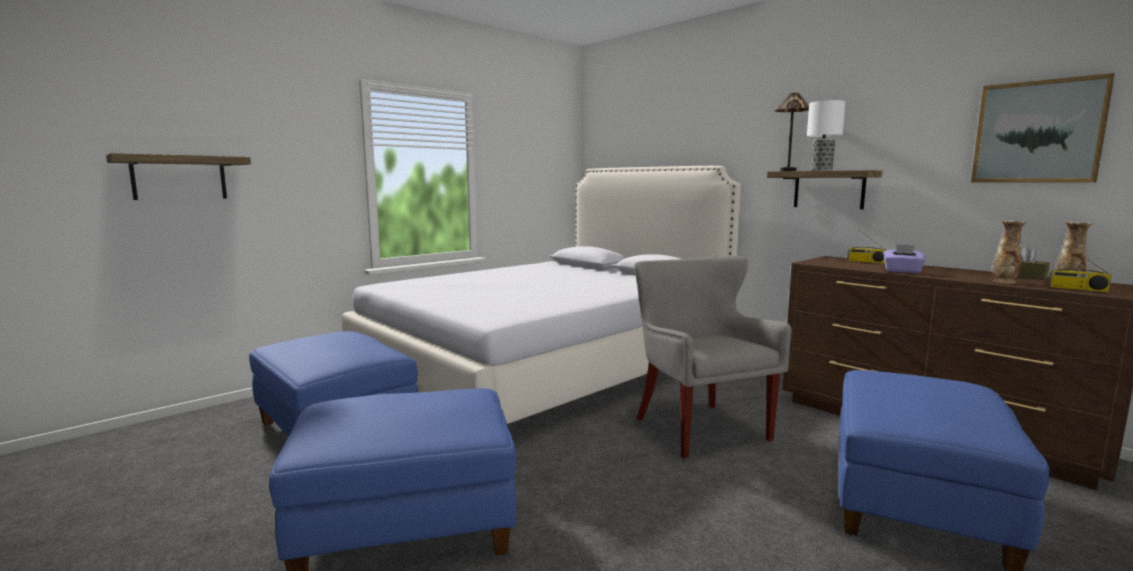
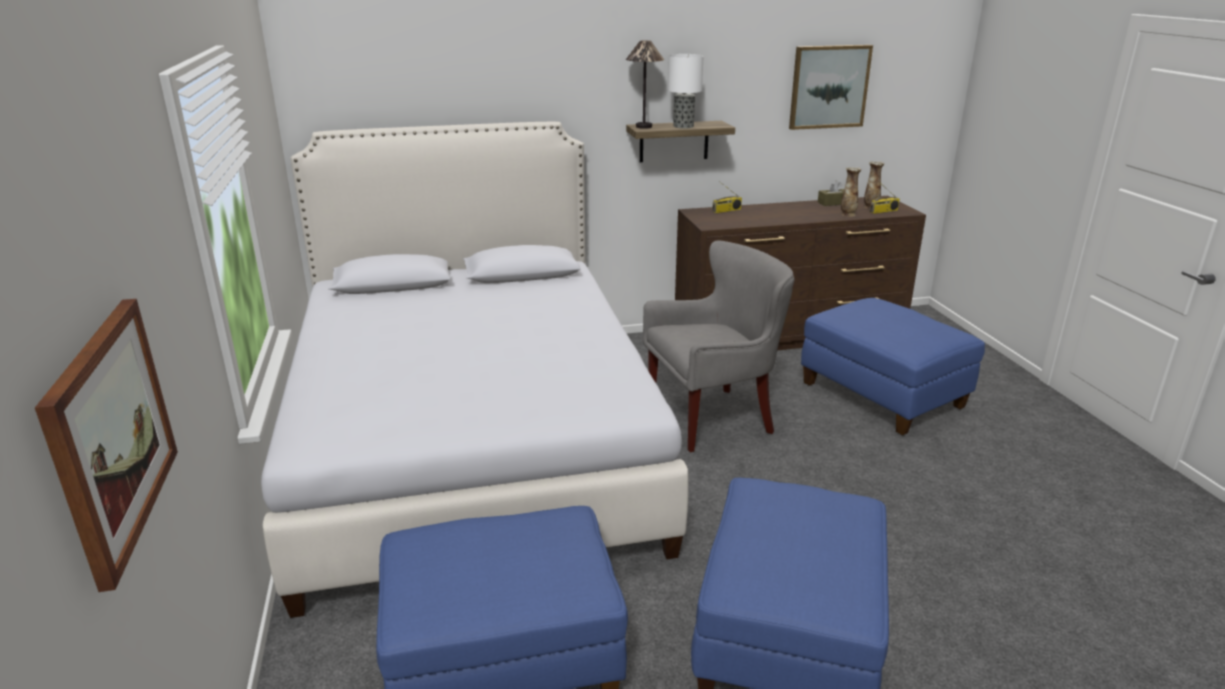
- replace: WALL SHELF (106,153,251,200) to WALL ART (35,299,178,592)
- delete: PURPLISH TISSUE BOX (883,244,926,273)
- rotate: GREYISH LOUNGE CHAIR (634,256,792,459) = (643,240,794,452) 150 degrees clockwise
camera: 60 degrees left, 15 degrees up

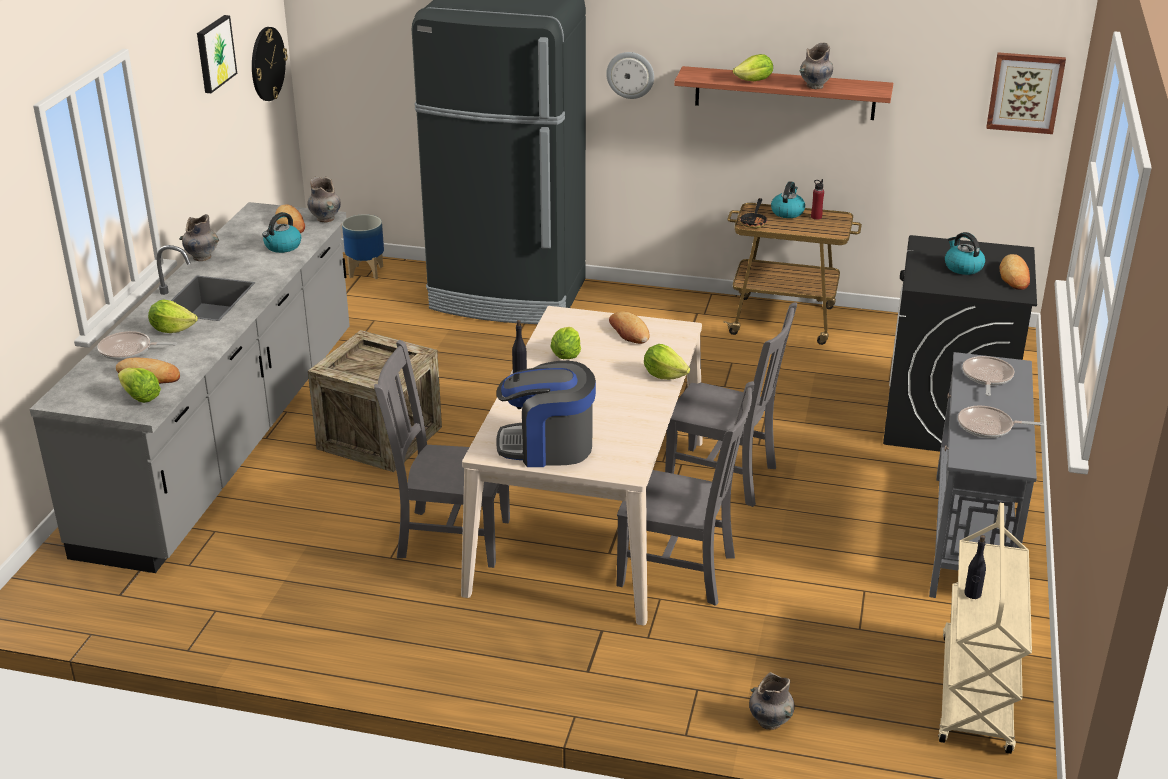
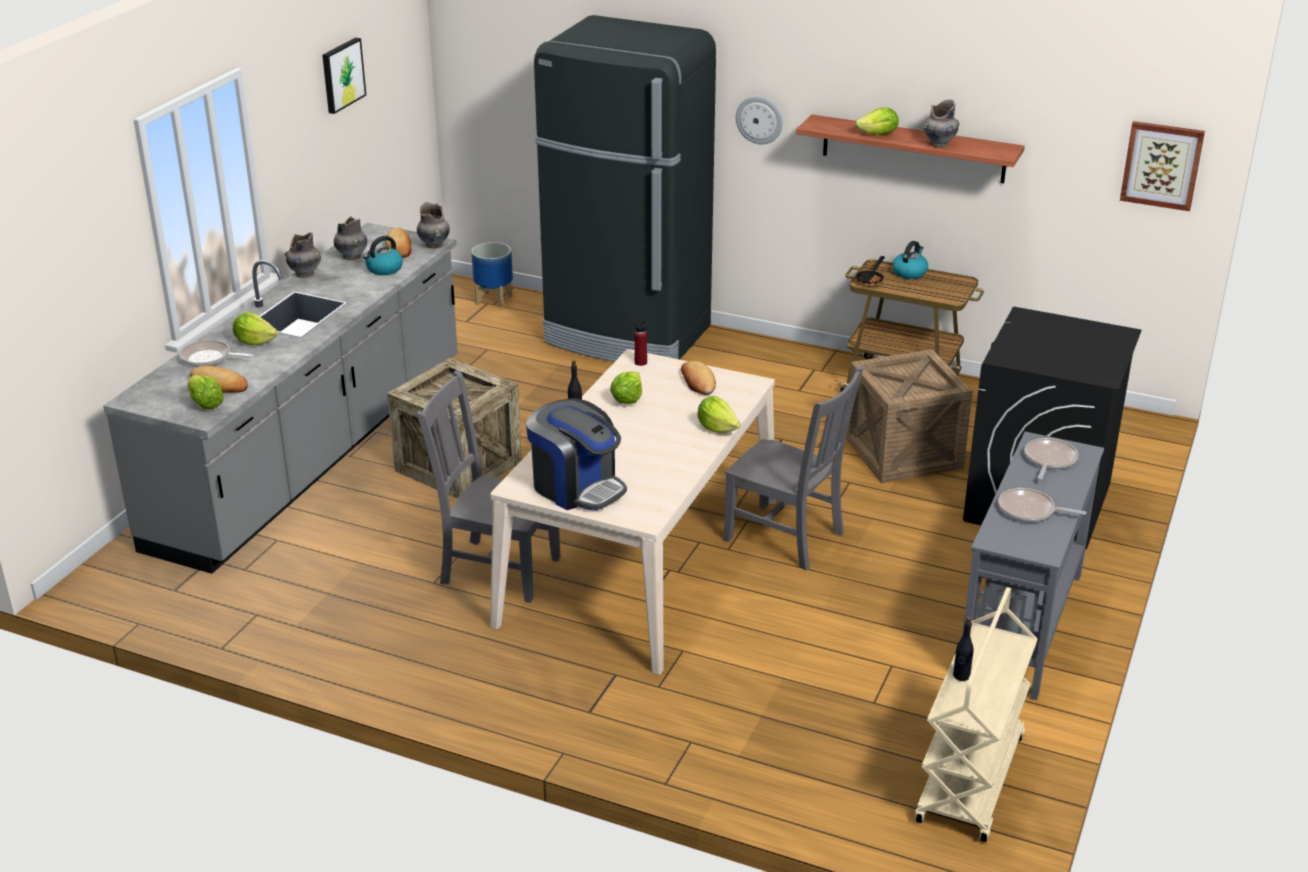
- delete: WALL CLOCK (252,27,288,101)
- move: RED-COLOURED BEVERAGE BOTTLE (811,179,824,220) to (634,320,647,366)
- delete: TEA KETTLE (945,232,985,275)
- delete: BREAD (999,254,1030,290)
- rotate: COFFEE BREWER (496,361,596,467) = (526,398,627,510) 150 degrees counterclockwise
- delete: GREYISH CHAIR (616,381,755,606)
- move: GREYISH VASE (749,672,795,730) to (334,216,367,260)
- insert: PACKING CRATE (845,349,973,483)
camera: 10 degrees right, 0 degrees up

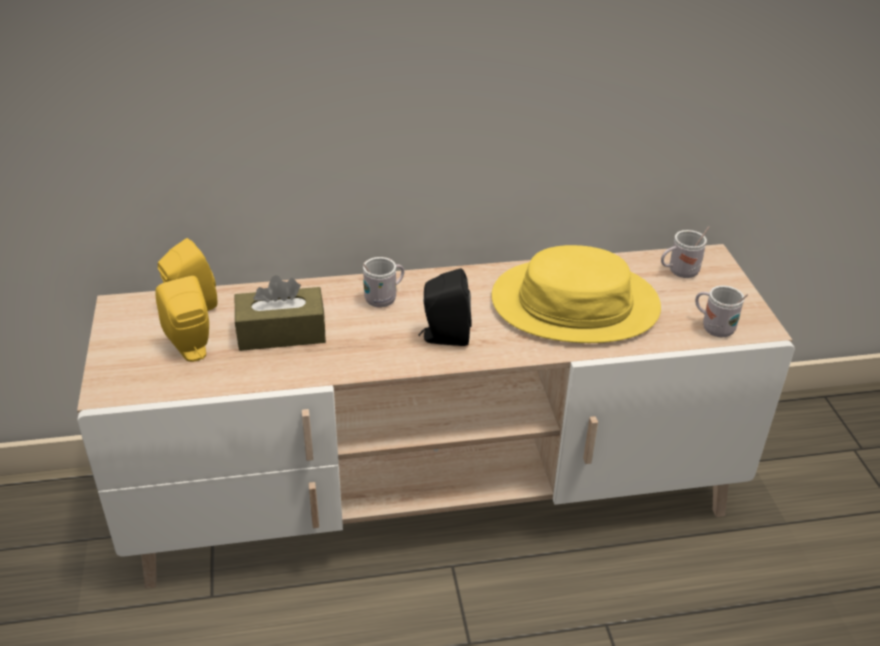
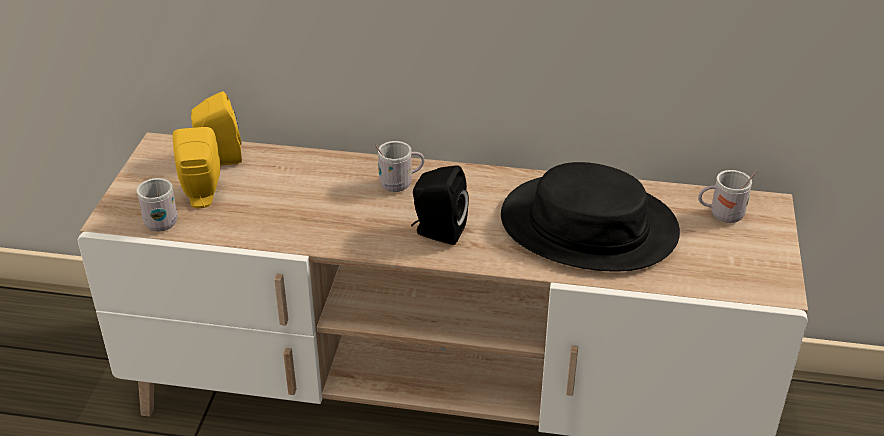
- recolor: YELLOW WEARABLE HAT (491,245,661,343) to BLACK WEARABLE HAT (501,162,680,272)
- delete: BROWN-COLOURED TISSUE BOX (235,275,326,351)
- move: WHITISH COFFEE MUG (695,285,748,337) to (136,178,178,232)
camera: 20 degrees right, 0 degrees up

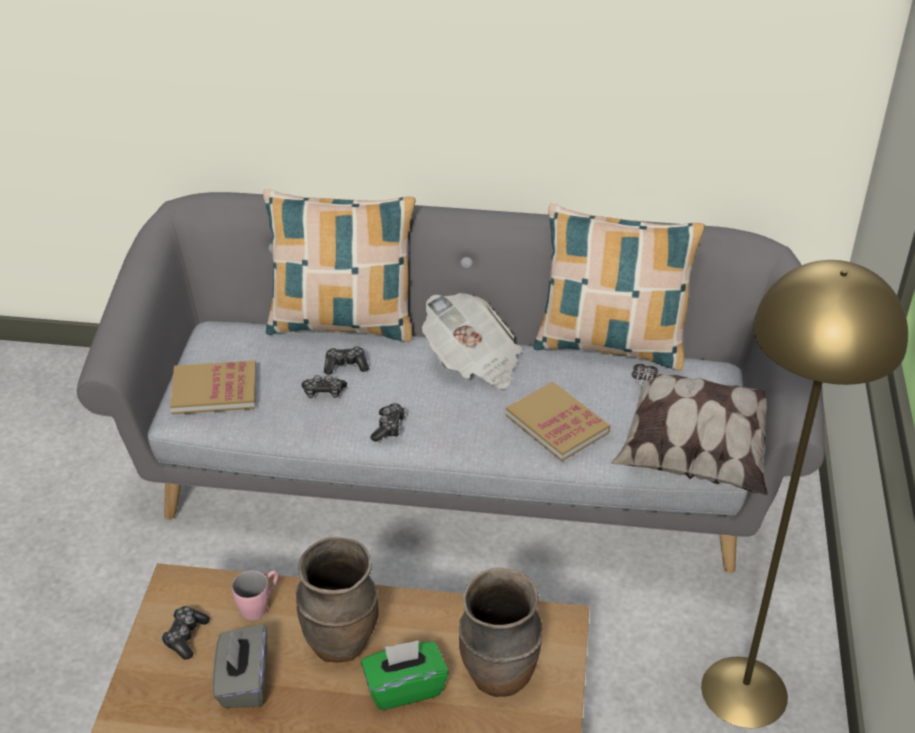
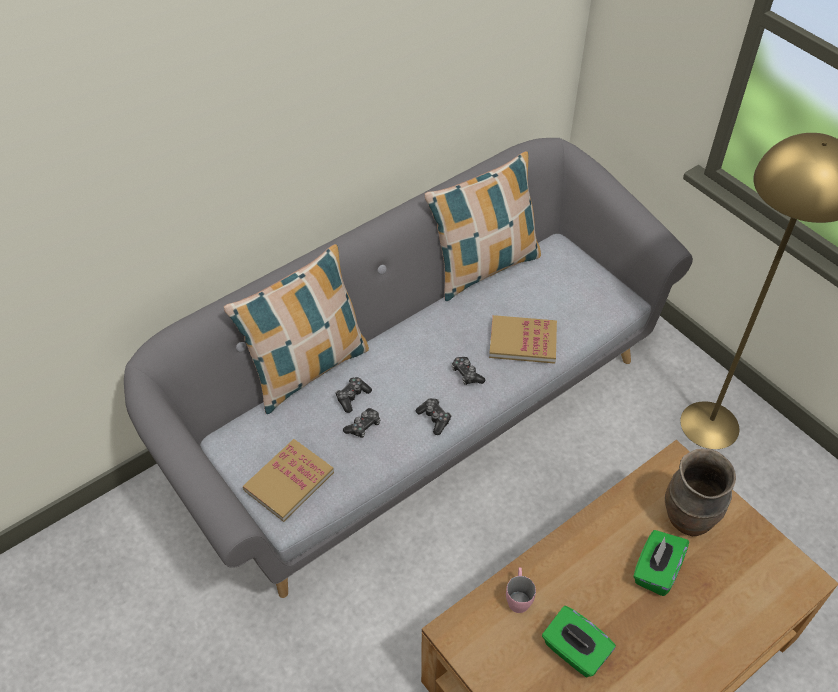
- delete: PRINTED PAPER (422,293,522,389)
- delete: CUSHION (611,364,768,495)
- delete: BROWN-COLOURED VASE (295,537,378,662)
- move: GAMEPAD (161,606,210,659) to (451,357,485,385)
- recolor: GREYISH TISSUE BOX (212,624,268,708) to GREEN-COLOURED TISSUE BOX (542,606,616,678)
camera: 45 degrees left, 10 degrees up

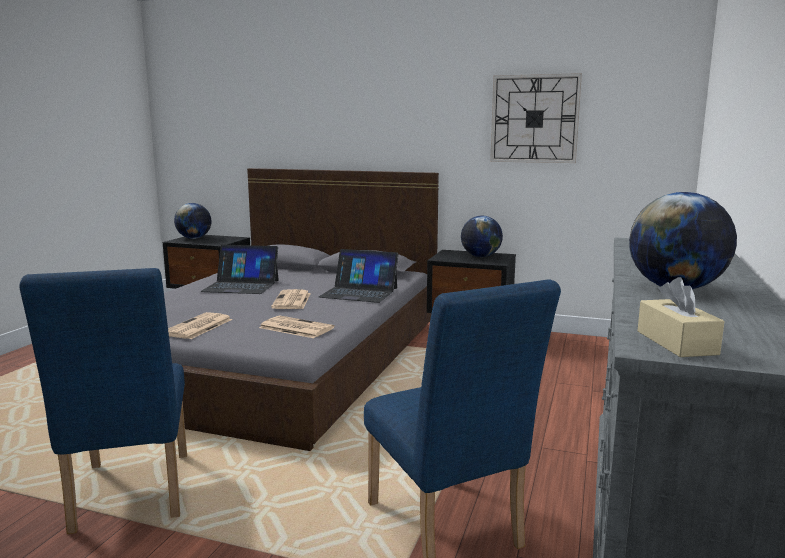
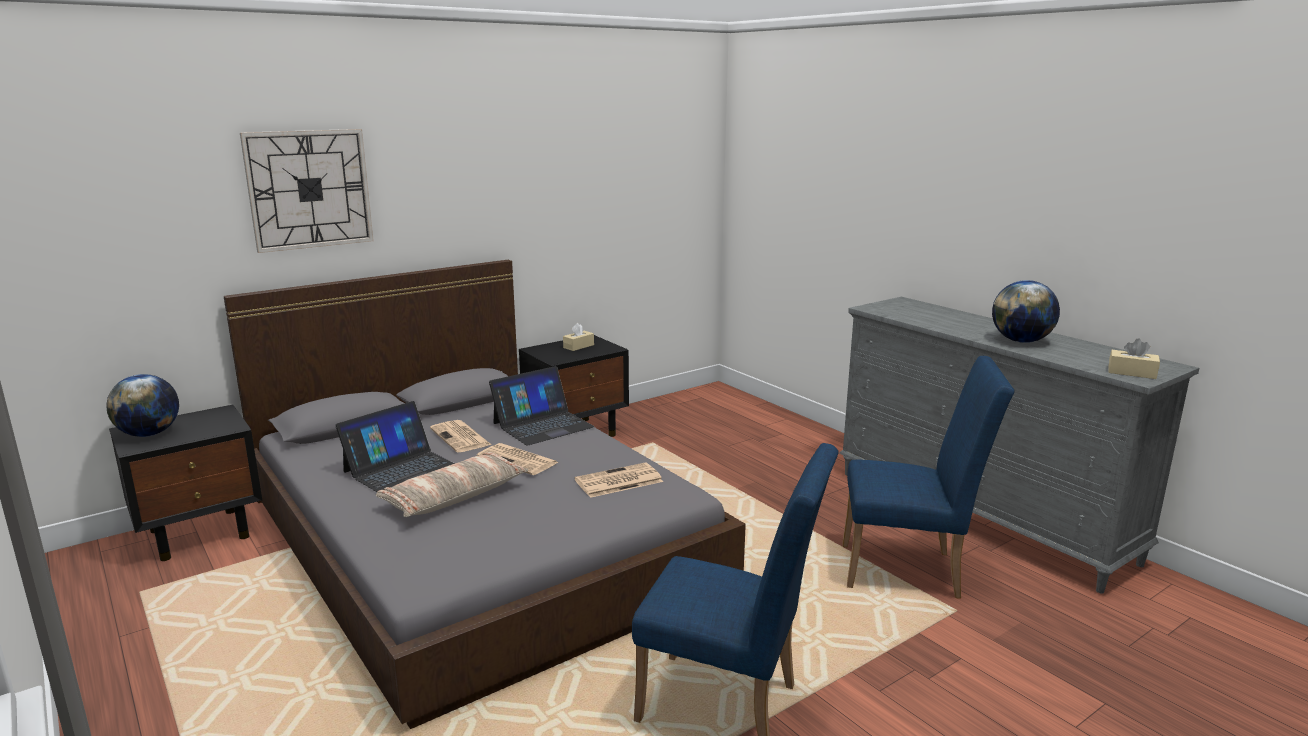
- move: WALL CLOCK (490,73,582,163) to (240,129,374,253)
- replace: DESK GLOBE (461,216,503,257) to BEIGE-COLOURED TISSUE BOX (563,323,594,351)
- move: PRINTED PAPER (168,312,233,339) to (430,420,492,452)
- insert: CUSHION (376,452,528,517)
camera: 55 degrees left, 5 degrees up

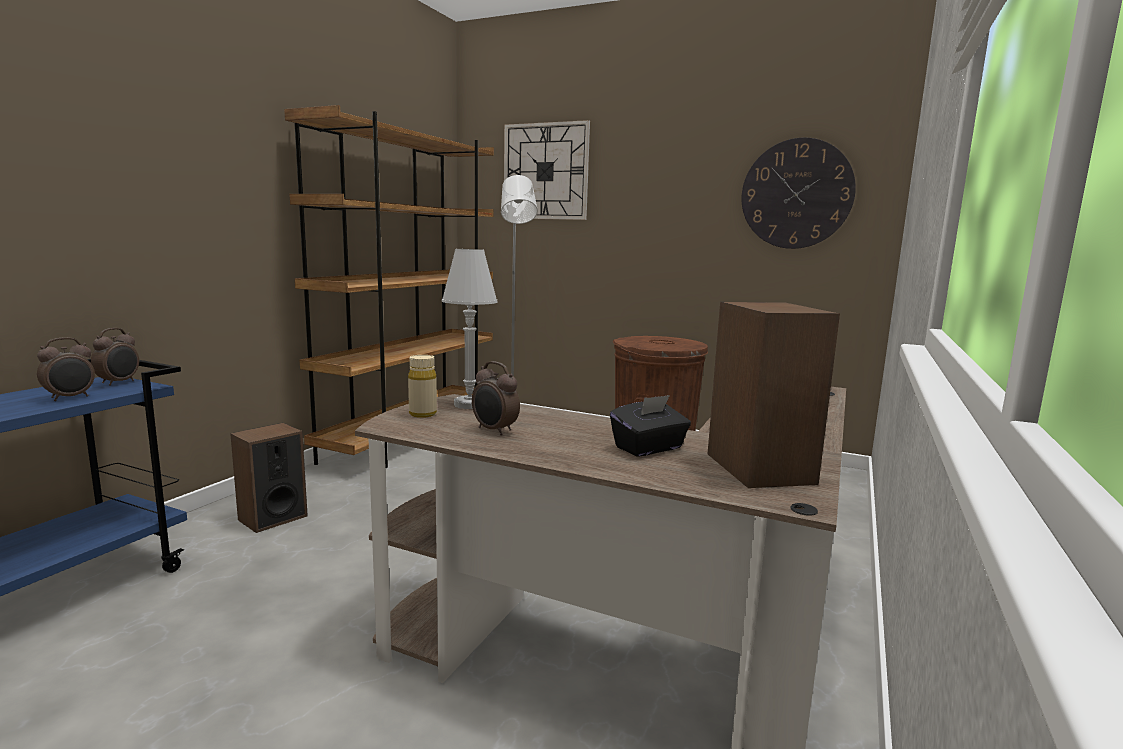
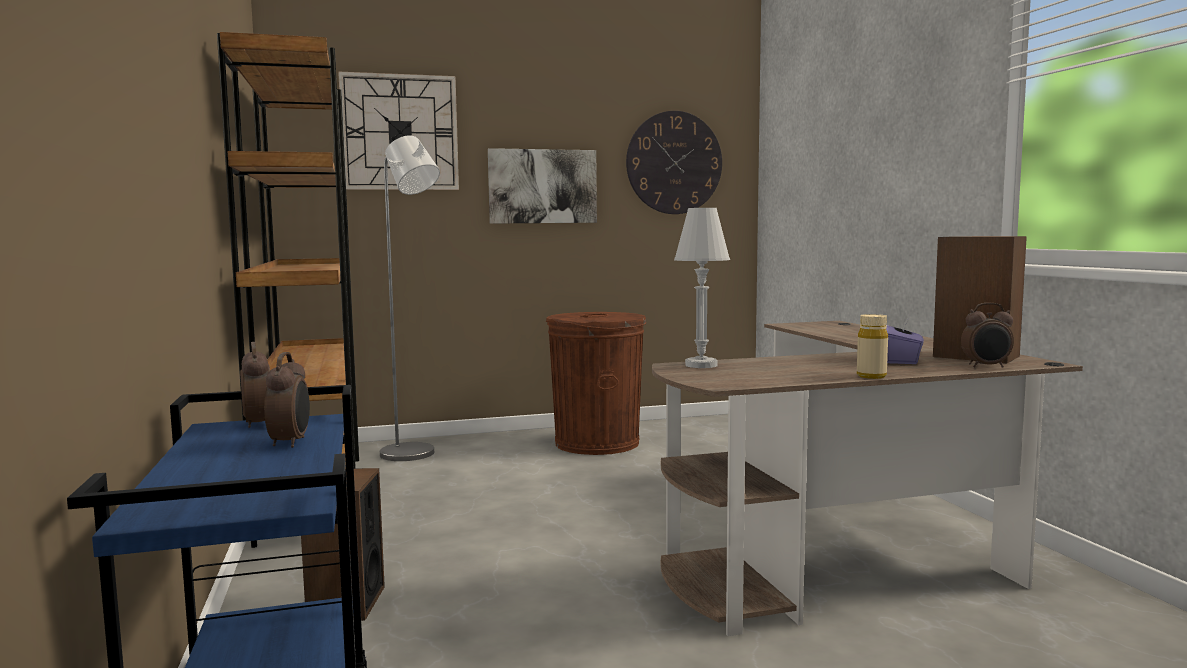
- move: BEIGE-COLOURED BEVERAGE BOTTLE (408,355,437,418) to (857,314,888,379)
- move: ALARM CLOCK (472,361,520,435) to (961,303,1014,368)
- recolor: BLACK TISSUE BOX (610,395,691,457) to PURPLISH TISSUE BOX (886,315,924,364)
- insert: WALL ART (488,148,597,224)
camera: 40 degrees left, 5 degrees down

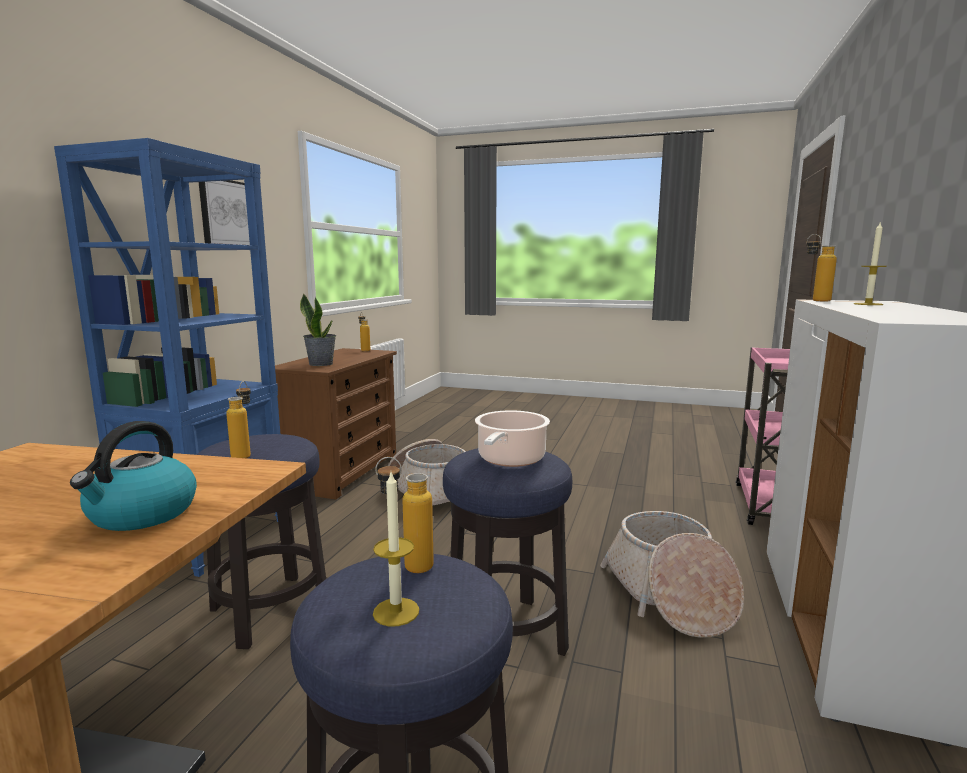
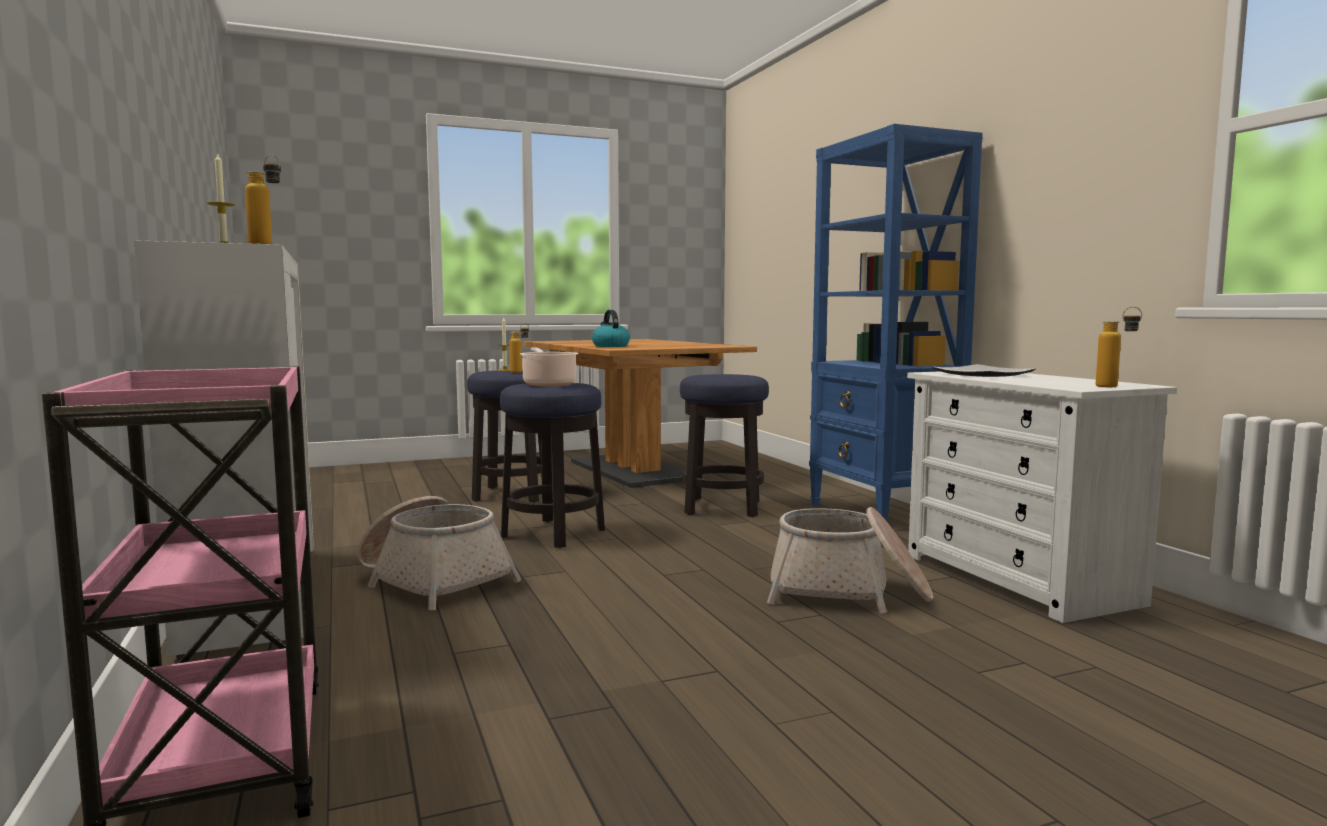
- delete: WALL ART (199,180,250,245)
- replace: PLANT IN A POT (300,294,336,366) to FLAT DISH (932,364,1035,377)
- recolor: BROWN-COLOURED DRAWER CHEST (275,348,397,499) to WHITISH DRAWER CHEST (907,371,1177,623)
- delete: BEVERAGE BOTTLE (226,381,251,458)
camera: 140 degrees right, 5 degrees down

